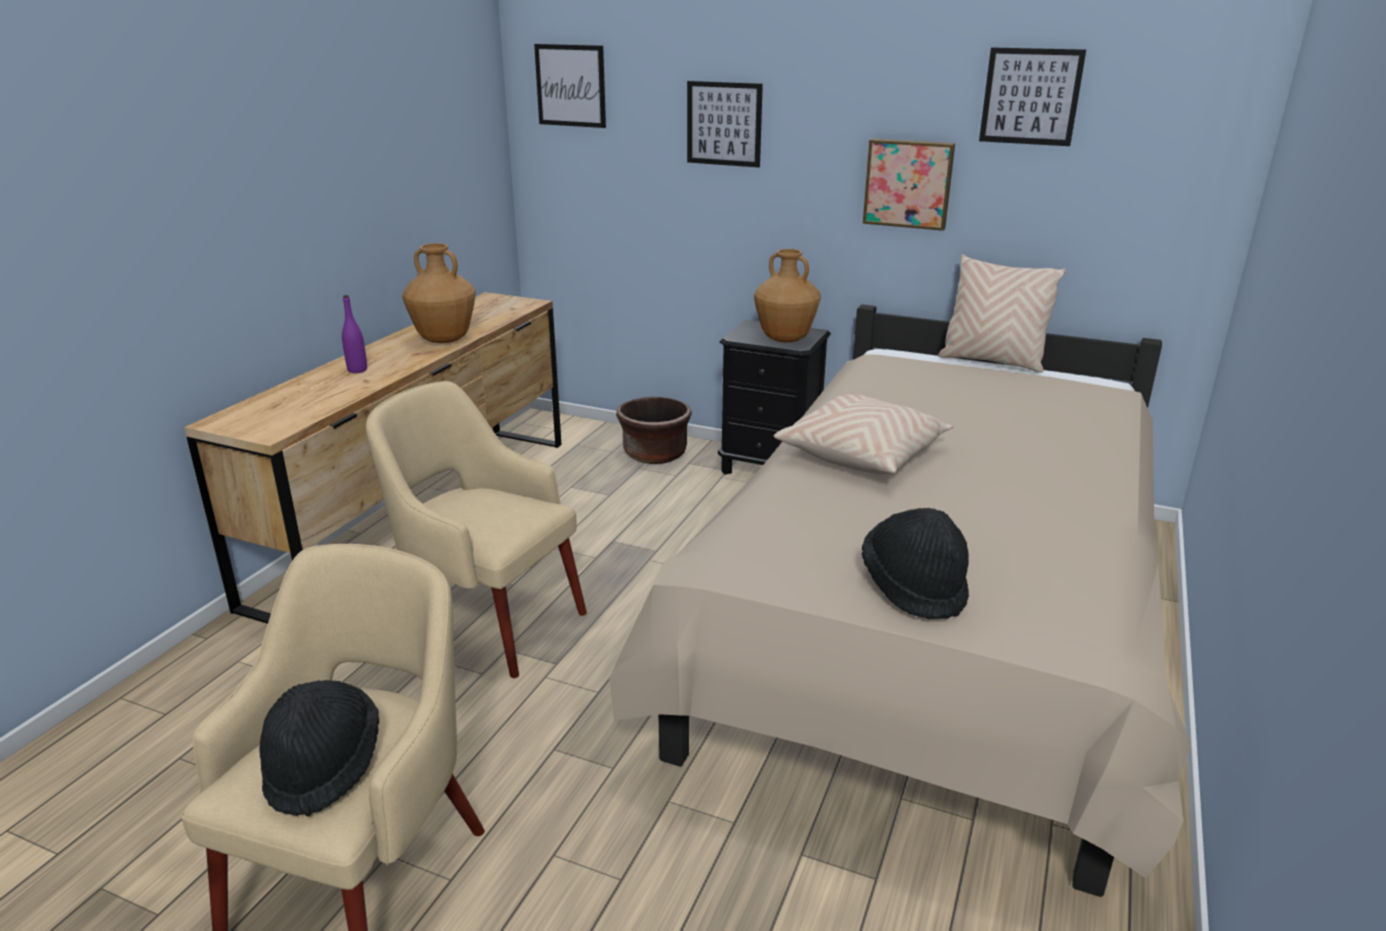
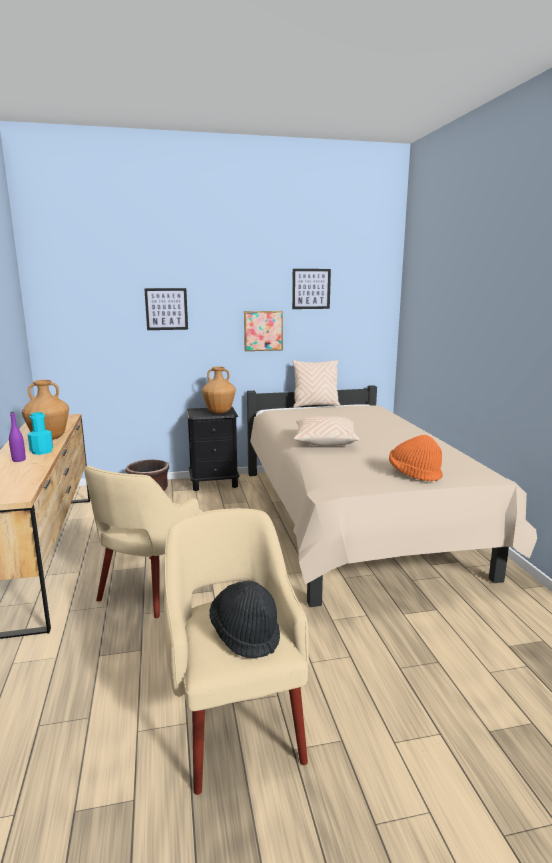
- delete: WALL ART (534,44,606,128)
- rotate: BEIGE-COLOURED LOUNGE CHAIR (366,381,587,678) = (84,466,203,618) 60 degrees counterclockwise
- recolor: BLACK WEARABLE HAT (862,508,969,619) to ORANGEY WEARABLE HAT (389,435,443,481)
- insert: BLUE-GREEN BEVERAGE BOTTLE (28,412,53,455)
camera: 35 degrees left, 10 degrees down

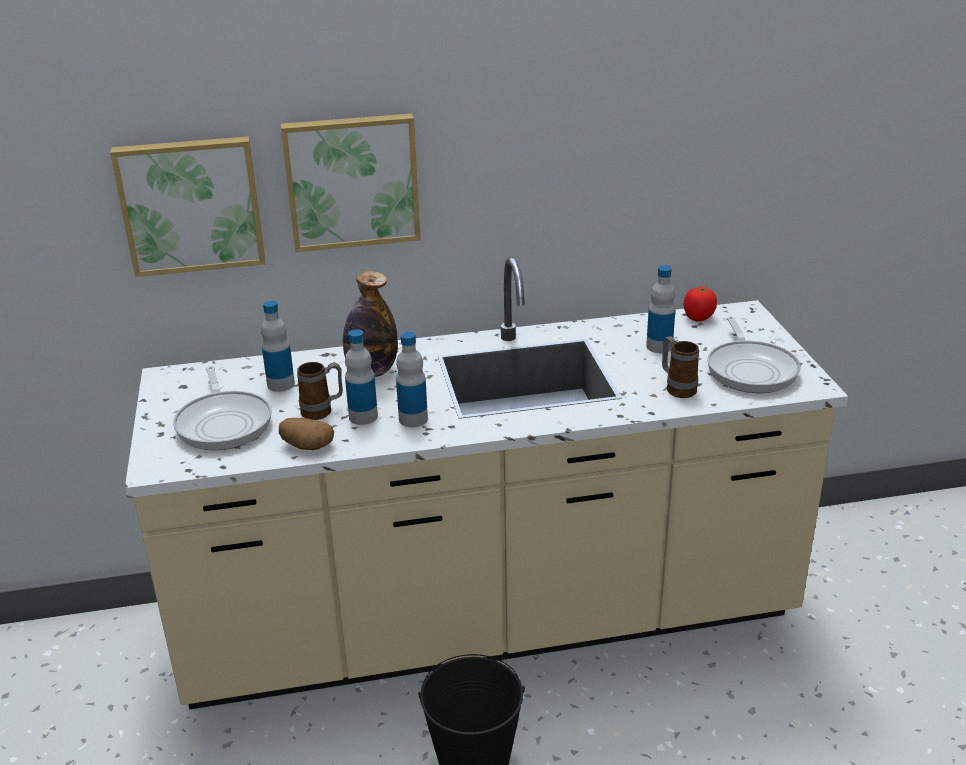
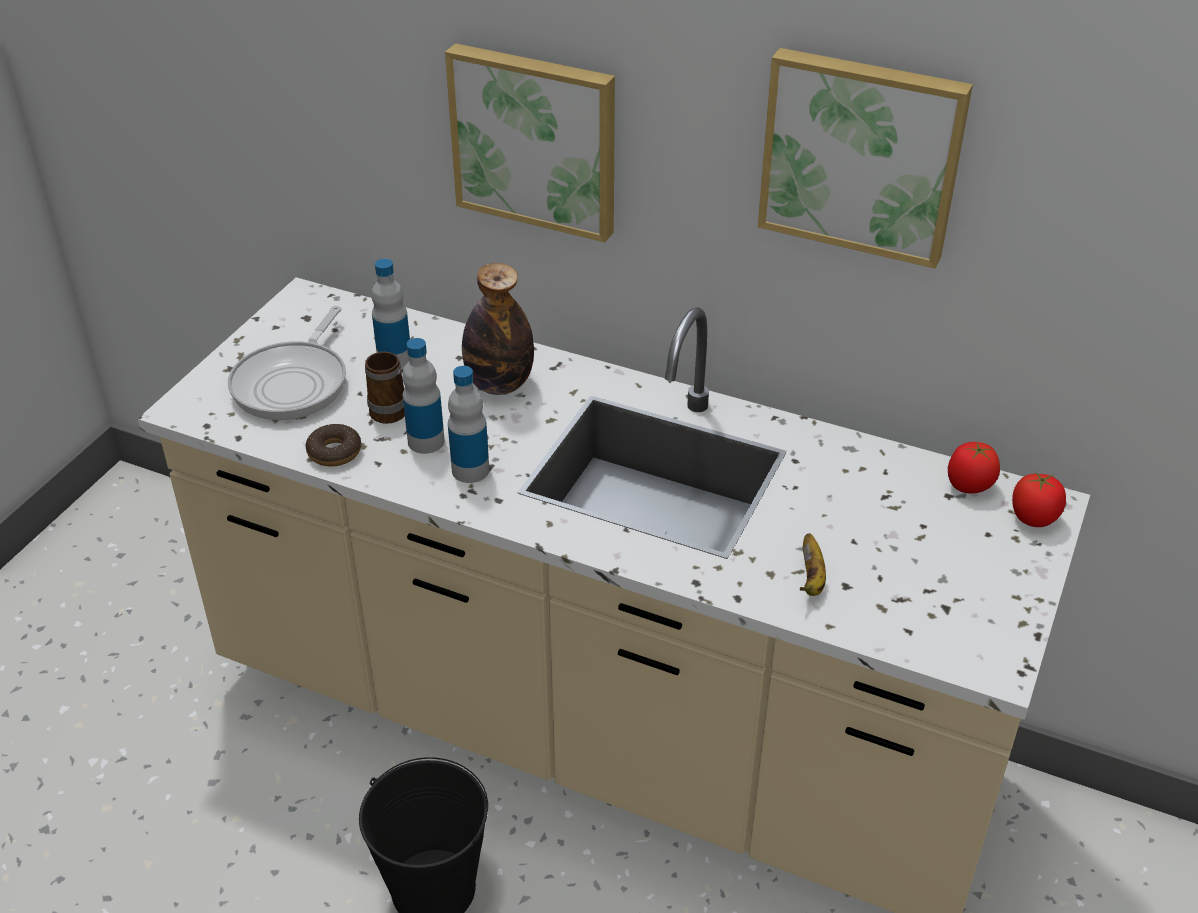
- move: WALL ART (110,136,265,277) to (758,48,973,268)
- delete: BEVERAGE BOTTLE (646,265,676,353)
- delete: SKILLET (707,316,800,393)
- replace: COFFEE MUG (662,336,699,398) to BANANA (800,533,826,596)
- replace: WHOLE POTATO (279,418,334,450) to RING DOUGHNUT (306,424,361,467)
- insert: WHOLE TOMATO (1012,472,1066,527)
camera: 35 degrees right, 10 degrees up

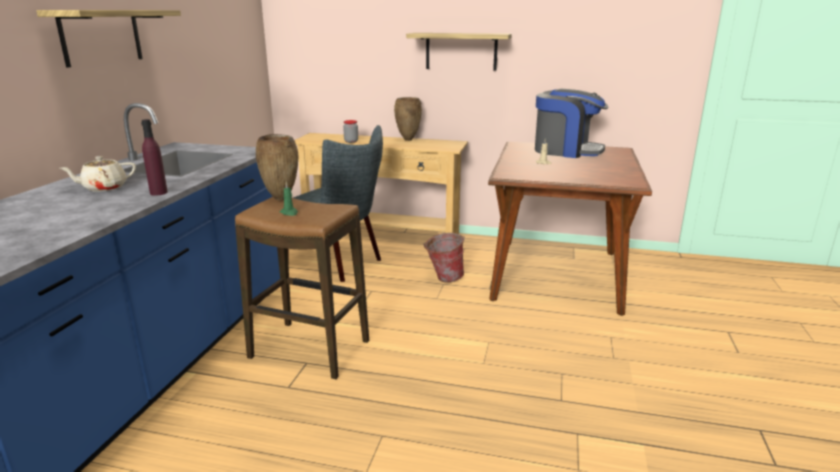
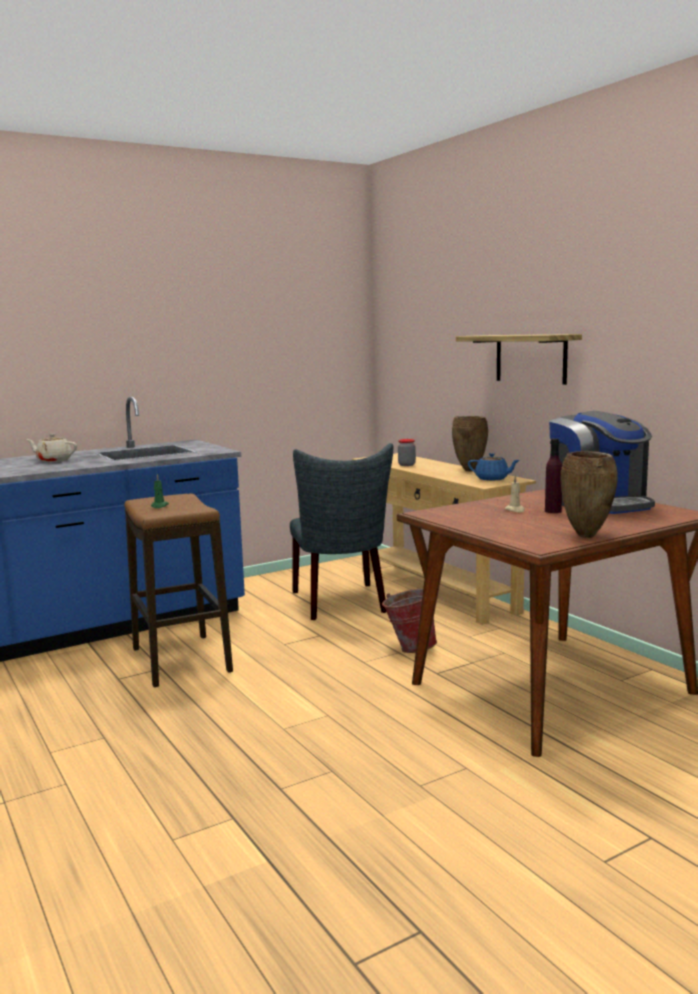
- delete: WALL SHELF (36,10,181,68)
- move: PURPLISH BEVERAGE BOTTLE (141,119,168,196) to (545,438,562,513)
- move: BROWN-COLOURED VASE (256,134,298,200) to (561,451,618,538)
- insert: BLUISH TEA POT (468,453,520,481)
camera: 45 degrees right, 10 degrees down

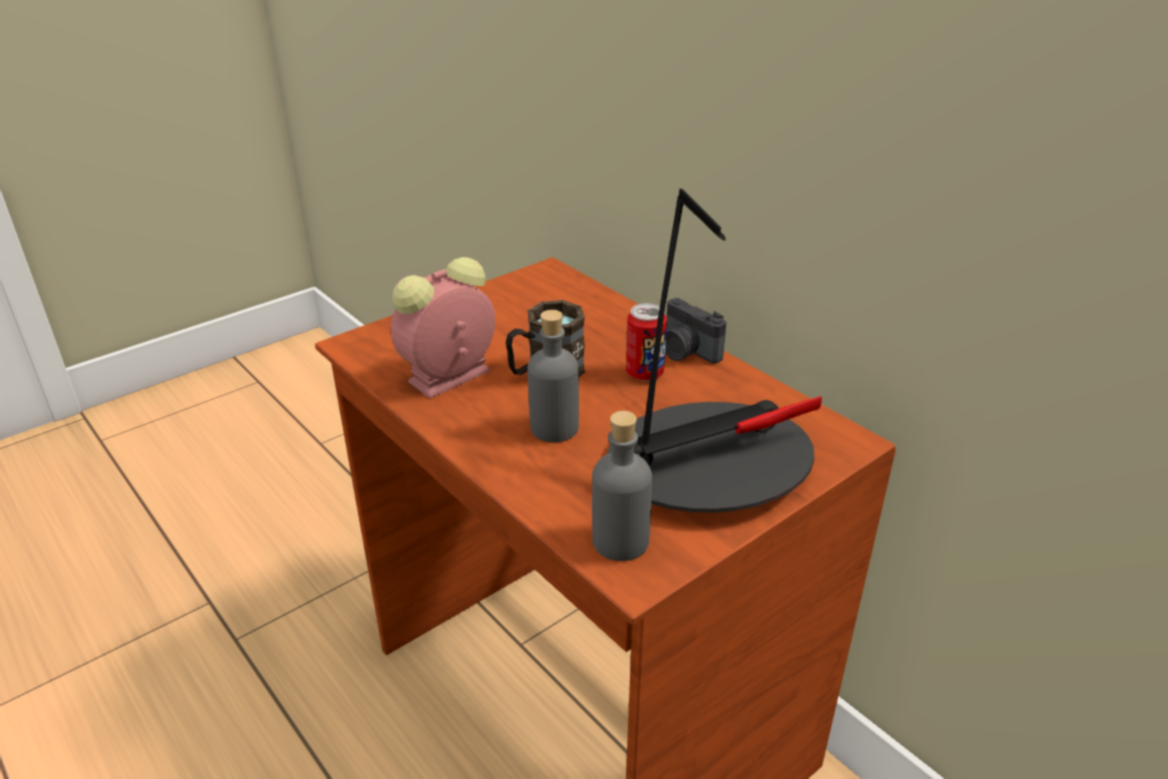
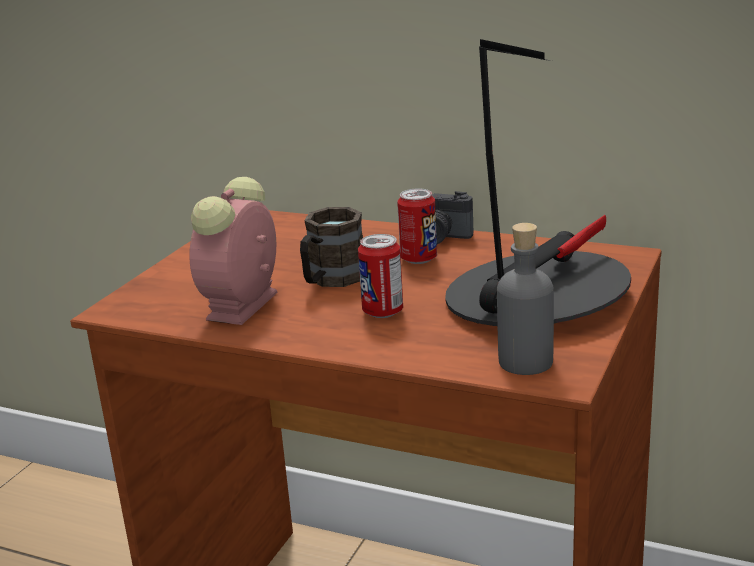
- replace: GREYISH BEVERAGE BOTTLE (528,310,579,442) to SEALED CAN (358,234,403,318)
camera: 25 degrees left, 10 degrees down

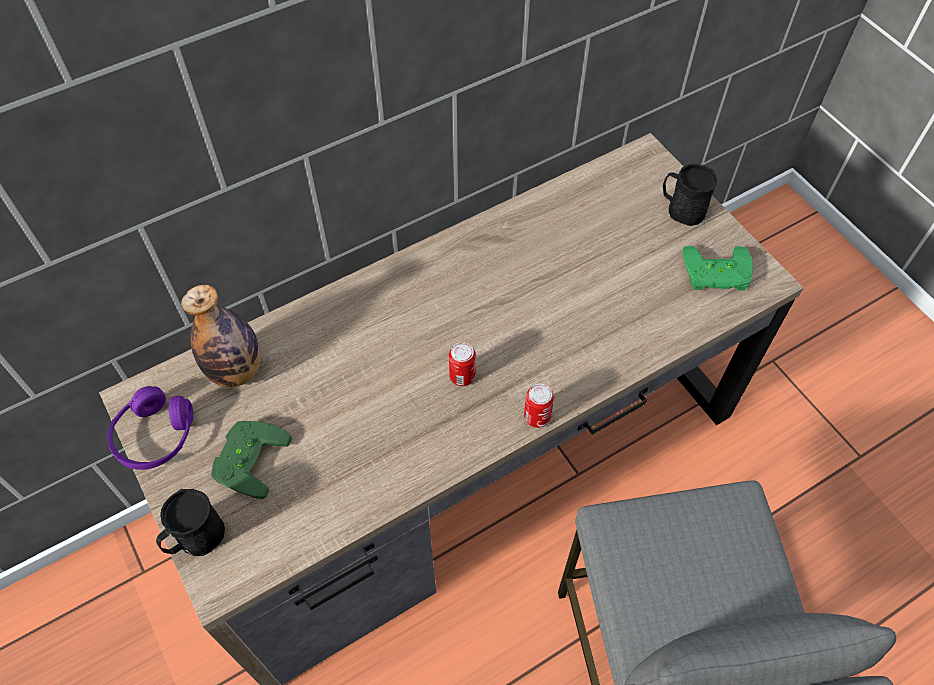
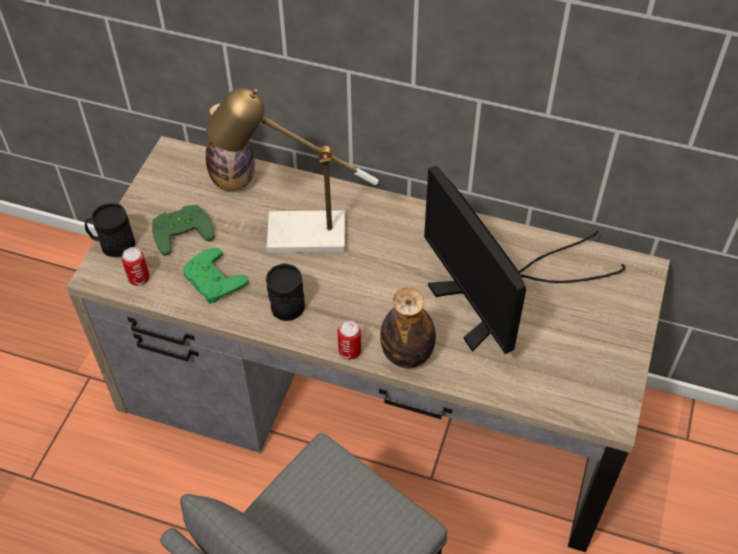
- move: BLACK COFFEE MUG (663,164,717,226) to (266,263,305,321)
- move: GREEN-COLOURED GAMEPAD (683,246,753,291) to (183,248,249,304)
- move: SEALED CAN (449,342,476,386) to (122,247,150,286)
- delete: PURPLISH HEADSET (107,386,194,470)
- insert: TABLETOP LAMP (206,88,378,253)
- insert: COMPUTER SCREEN (424,166,626,354)
- insert: BEVERAGE BOTTLE (380,287,436,368)
camera: 50 degrees right, 5 degrees down

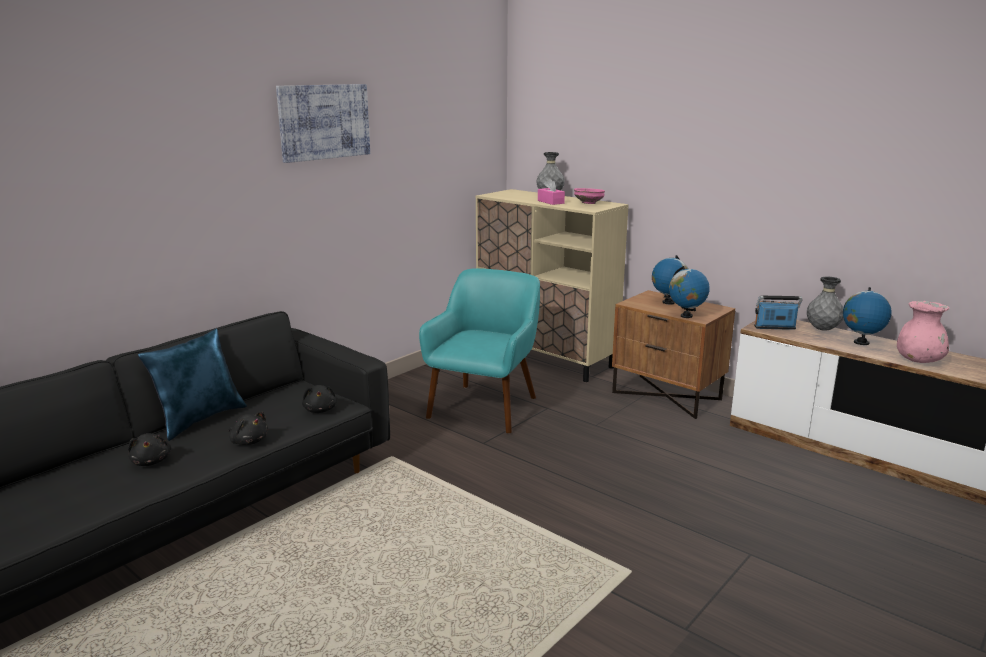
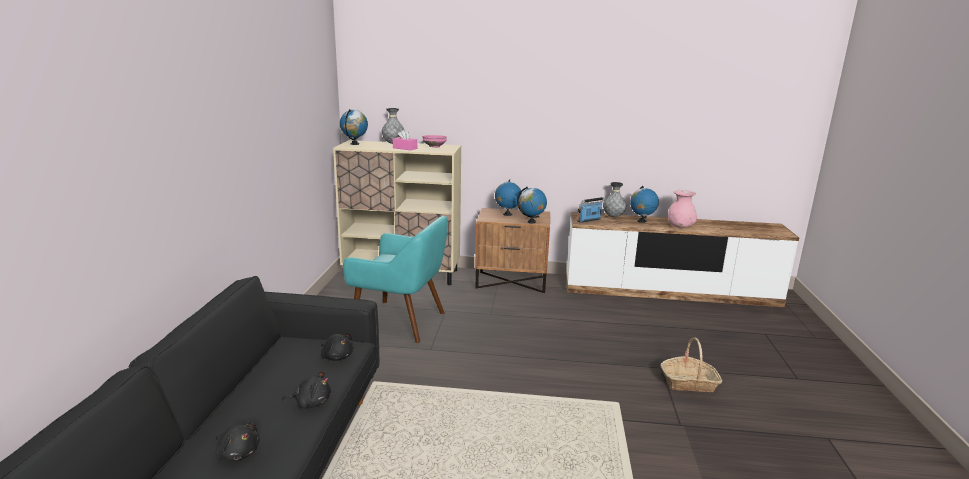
- delete: WALL ART (276,84,370,163)
- rotate: BLUE-GREEN LOUNGE CHAIR (419,268,540,434) = (343,216,448,344) 120 degrees clockwise
- delete: BLUISH CUSHION (138,328,247,441)
- insert: DESK GLOBE (340,109,368,145)
- insert: HOUSEHOLD BASKET (661,337,723,392)
camera: 35 degrees left, 0 degrees up

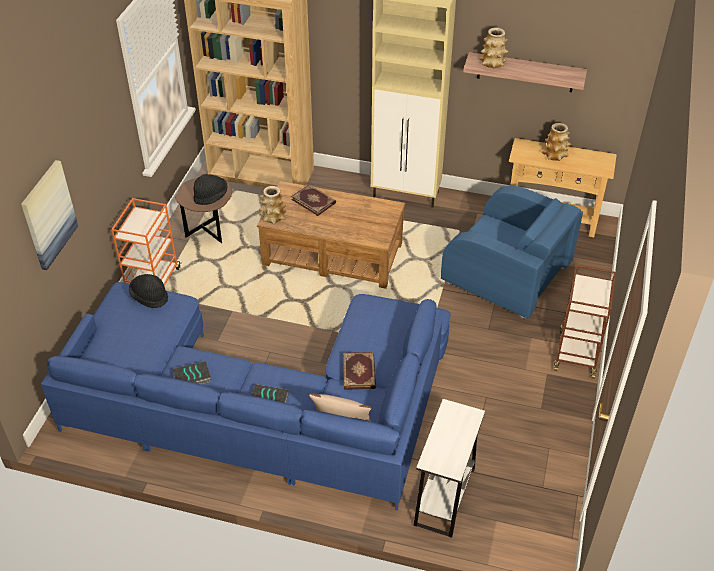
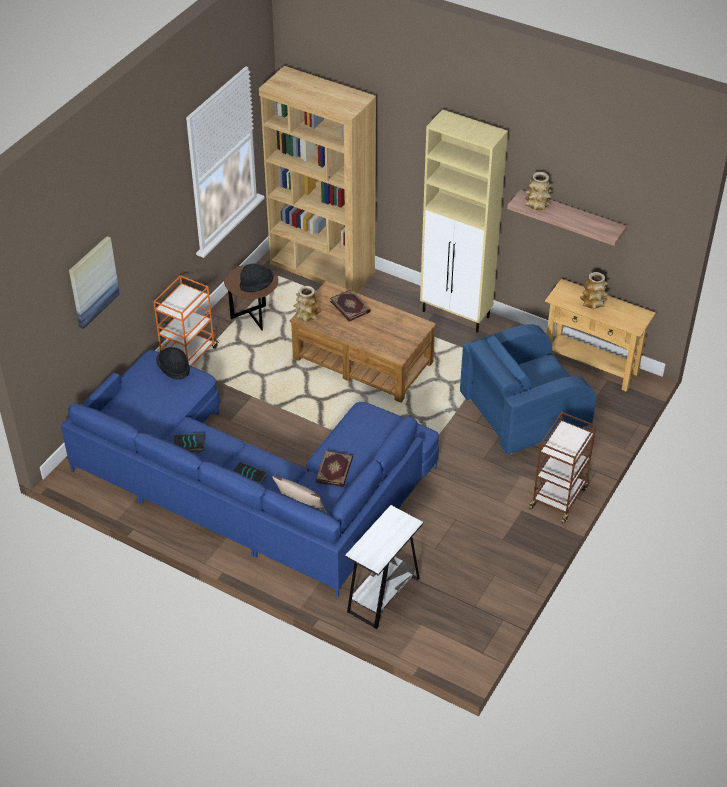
- rotate: BLUISH LOUNGE CHAIR (441,186,583,319) = (460,324,596,455) 105 degrees clockwise
camera: 15 degrees right, 0 degrees up

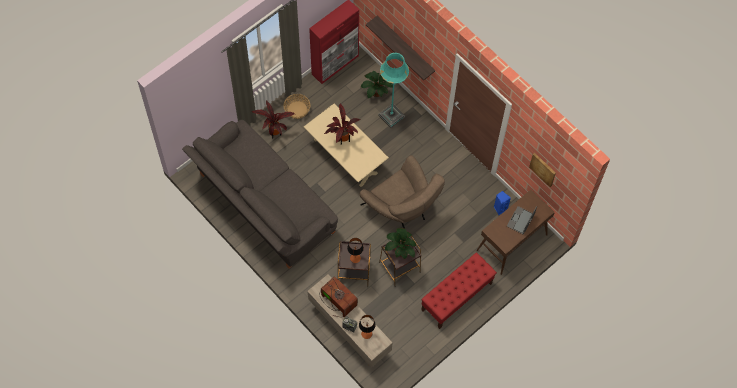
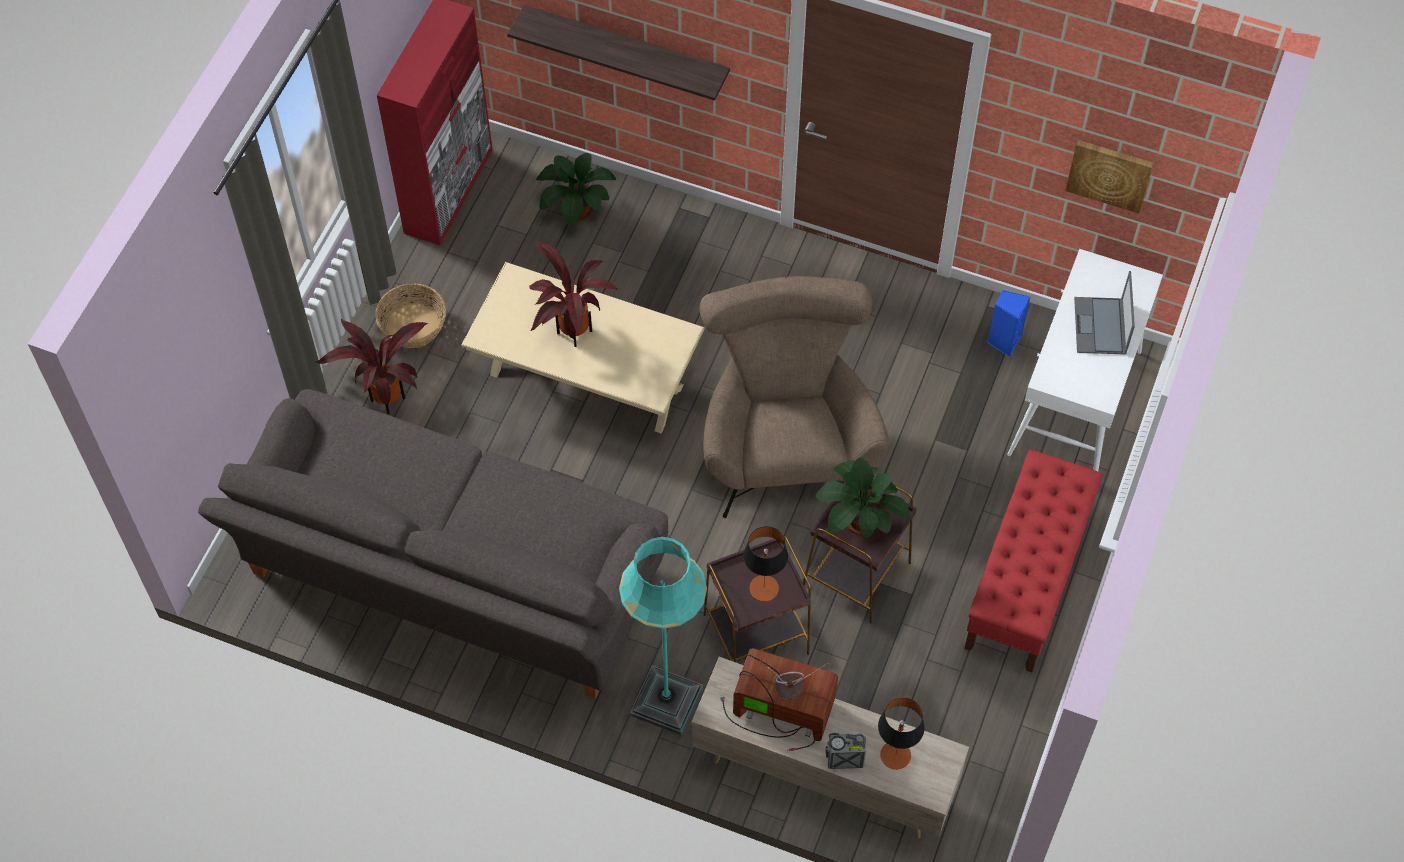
- move: BLUE-GREEN STANDING LAMP (378,53,409,128) to (619,537,707,736)
- rotate: BROWN-COLOURED LOUNGE CHAIR (360,155,445,228) = (699,276,889,518) 120 degrees counterclockwise
- recolor: BROWN-COLOURED CONSOLE TABLE (477,189,555,275) to WHITISH CONSOLE TABLE (1007,249,1163,471)
camera: 25 degrees left, 5 degrees down

